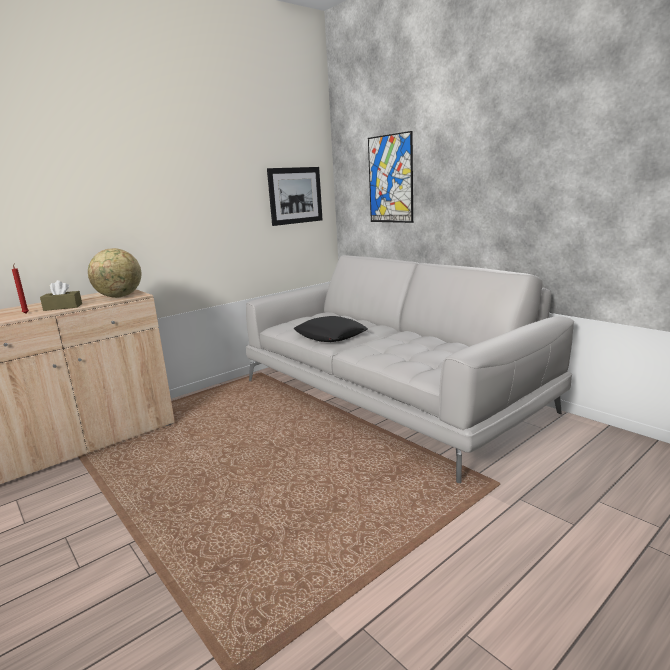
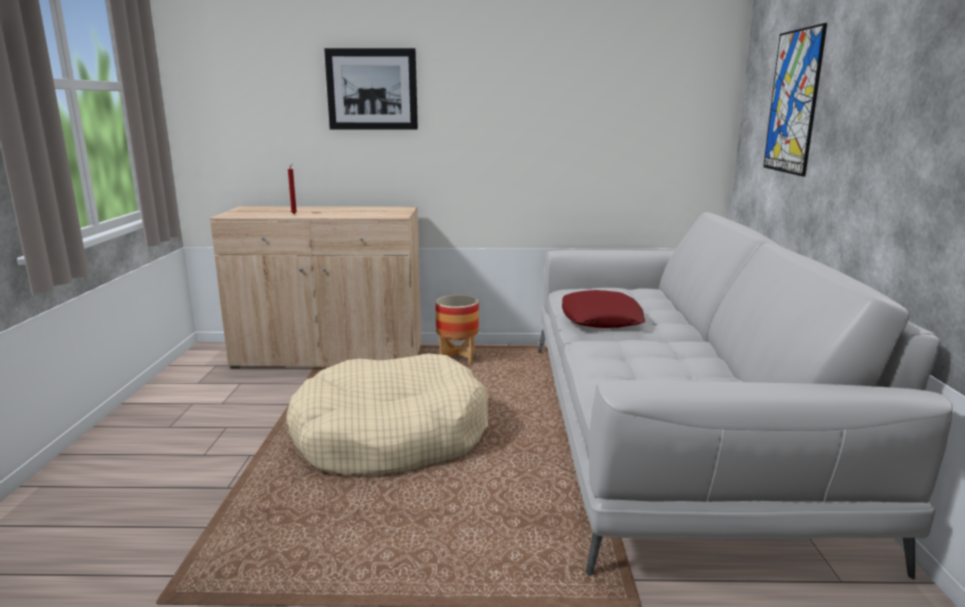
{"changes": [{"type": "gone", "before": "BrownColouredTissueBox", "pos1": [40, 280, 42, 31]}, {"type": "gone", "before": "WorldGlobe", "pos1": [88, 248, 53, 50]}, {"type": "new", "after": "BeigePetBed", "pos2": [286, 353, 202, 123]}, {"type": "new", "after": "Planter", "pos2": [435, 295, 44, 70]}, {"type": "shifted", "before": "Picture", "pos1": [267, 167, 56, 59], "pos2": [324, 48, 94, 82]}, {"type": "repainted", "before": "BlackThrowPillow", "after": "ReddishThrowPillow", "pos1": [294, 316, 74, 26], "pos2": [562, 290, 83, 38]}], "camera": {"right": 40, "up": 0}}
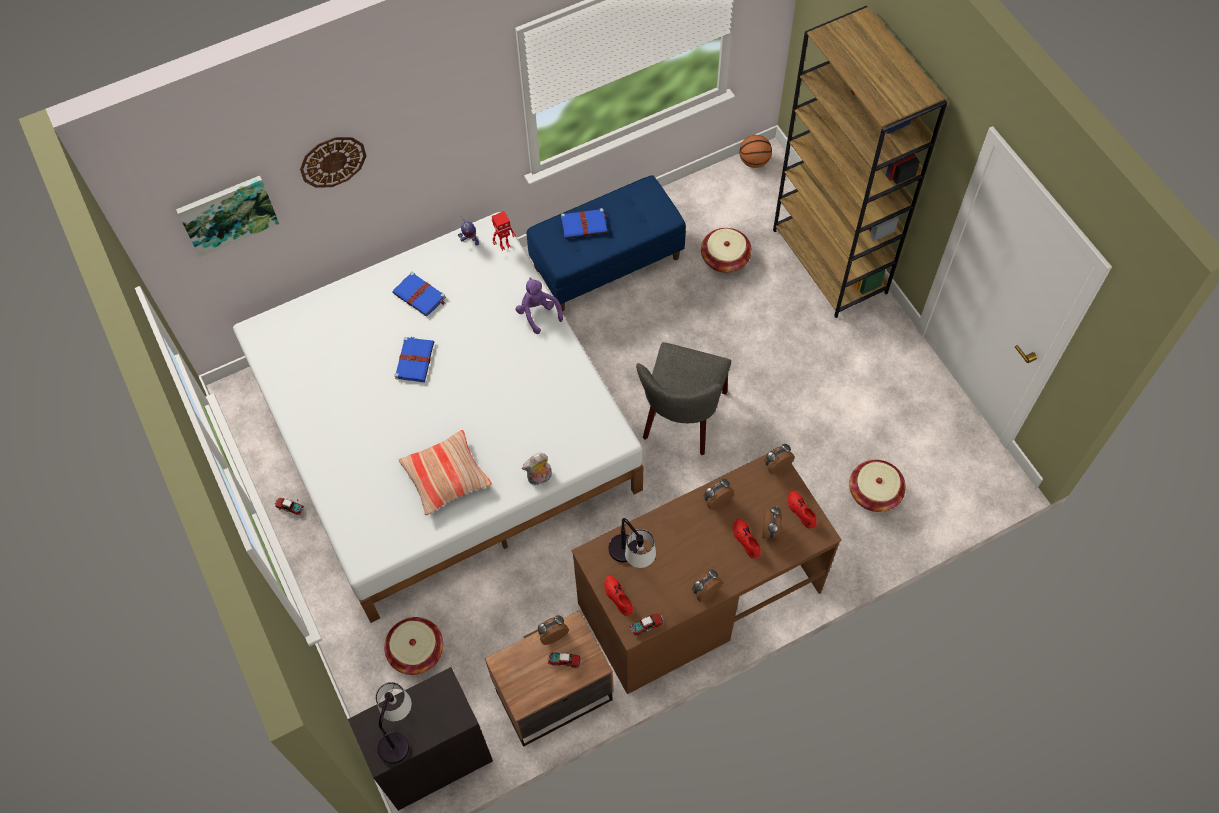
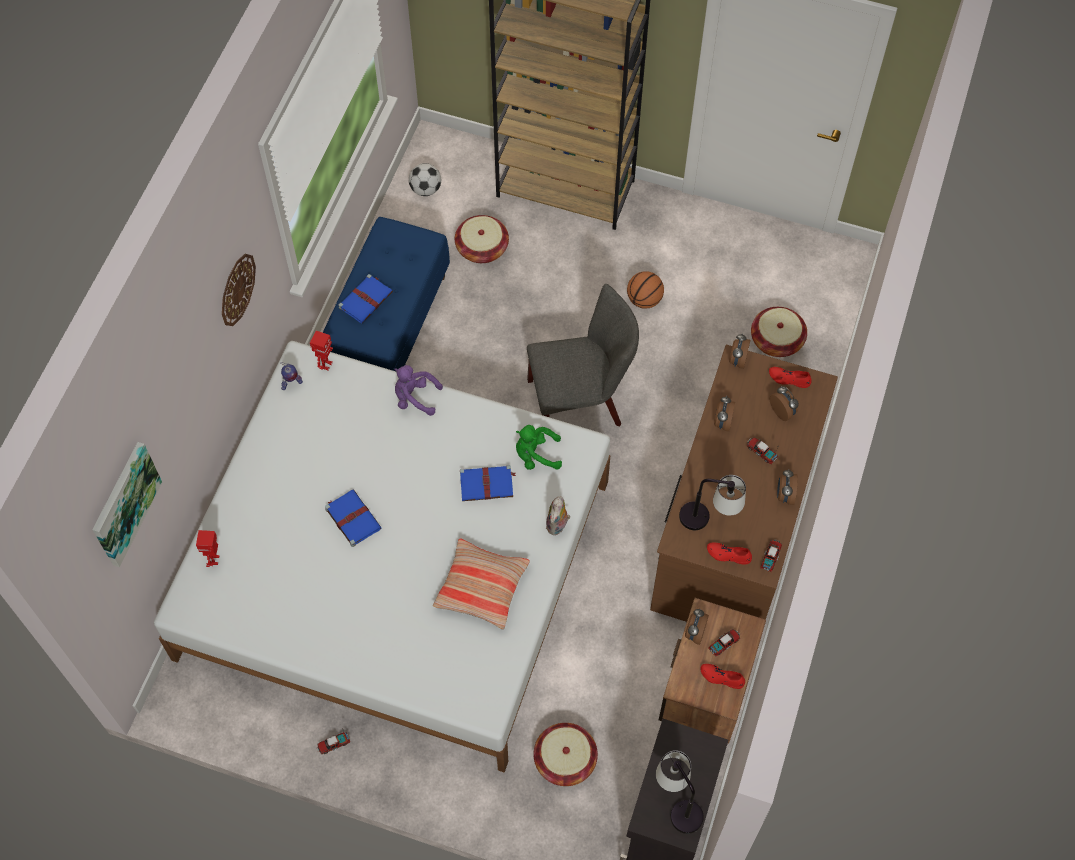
{"changes": [{"type": "new", "after": "RobotFigure", "pos2": [196, 530, 23, 37]}, {"type": "new", "after": "FootballBall", "pos2": [409, 163, 32, 33]}, {"type": "new", "after": "GreenishCuddlyToy", "pos2": [516, 425, 46, 45]}, {"type": "new", "after": "ToyTruck", "pos2": [747, 438, 31, 26]}, {"type": "shifted", "before": "HangingClock", "pos1": [300, 137, 66, 51], "pos2": [222, 254, 34, 72]}, {"type": "shifted", "before": "BlueVolume", "pos1": [392, 272, 54, 45], "pos2": [460, 465, 56, 36]}, {"type": "shifted", "before": "ReddishLowShoe", "pos1": [733, 519, 28, 39], "pos2": [700, 664, 45, 25]}, {"type": "shifted", "before": "BallForBasketball", "pos1": [739, 135, 33, 33], "pos2": [627, 271, 37, 38]}, {"type": "rotated", "before": "GreyishChair", "pos1": [636, 342, 95, 113], "pos2": [527, 284, 112, 143], "turn": -75}], "camera": {"right": -45, "up": 0}}
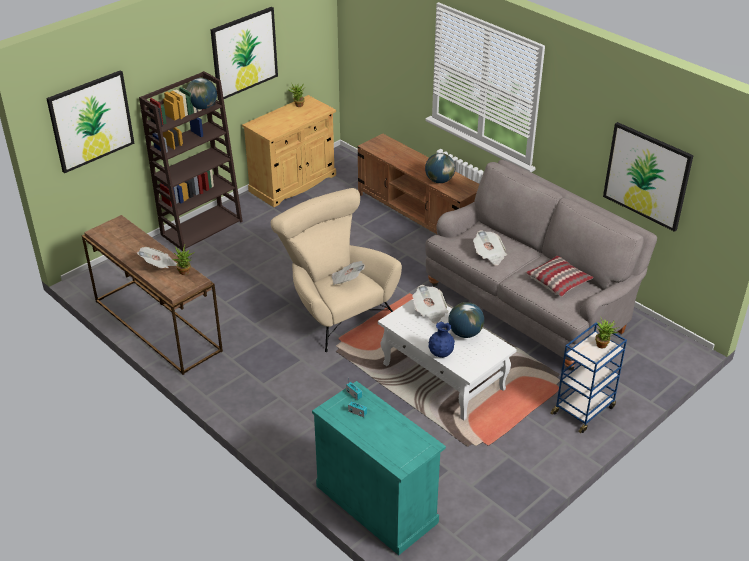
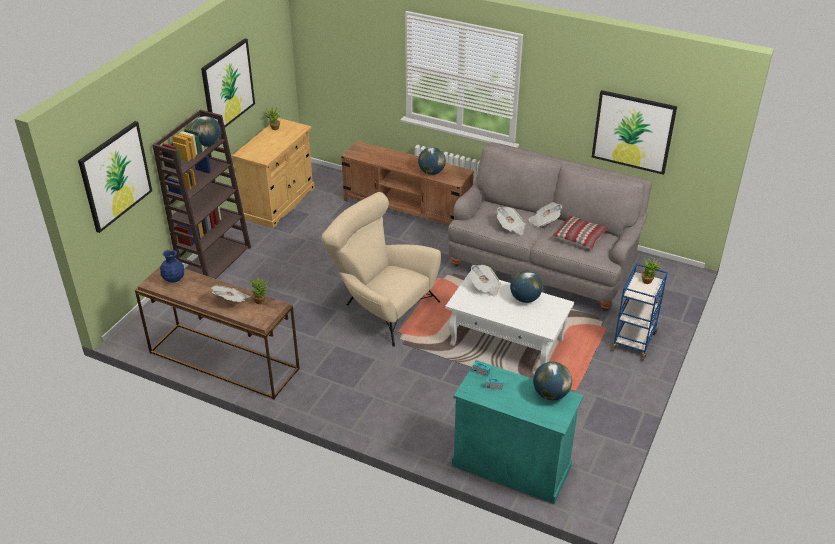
{"changes": [{"type": "new", "after": "WorldGlobe", "pos2": [533, 362, 39, 38]}, {"type": "shifted", "before": "DailyPaper", "pos1": [332, 261, 33, 24], "pos2": [528, 202, 34, 26]}, {"type": "shifted", "before": "BlueFlowerVase", "pos1": [428, 322, 27, 36], "pos2": [160, 250, 24, 33]}], "camera": {"right": -20, "up": 0}}
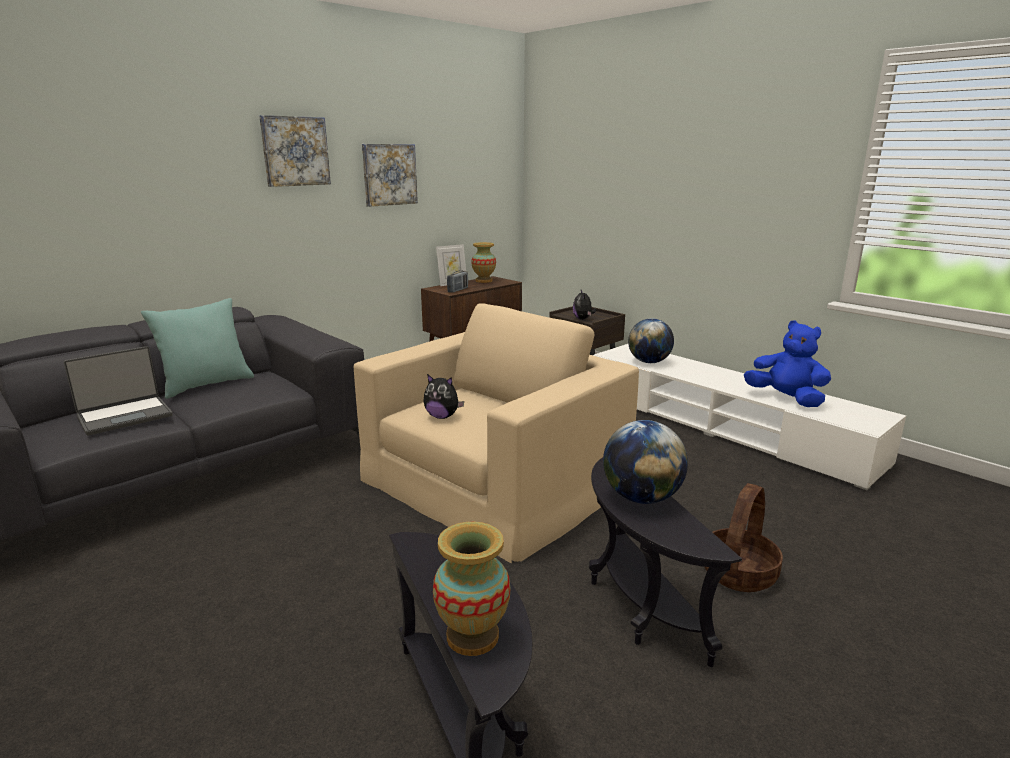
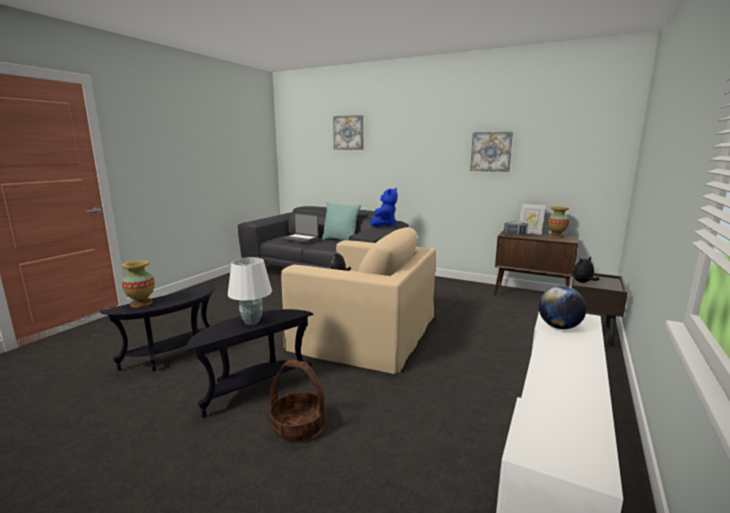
{"changes": [{"type": "shifted", "before": "Picture", "pos1": [259, 115, 72, 72], "pos2": [333, 115, 30, 35]}, {"type": "shifted", "before": "BlueCuddlyToy", "pos1": [744, 320, 87, 87], "pos2": [370, 188, 28, 39]}, {"type": "swapped", "before": "WorldGlobe", "after": "WhiteTabletopLamp", "pos1": [603, 420, 85, 84], "pos2": [228, 257, 44, 68]}], "camera": {"right": 70, "up": -5}}
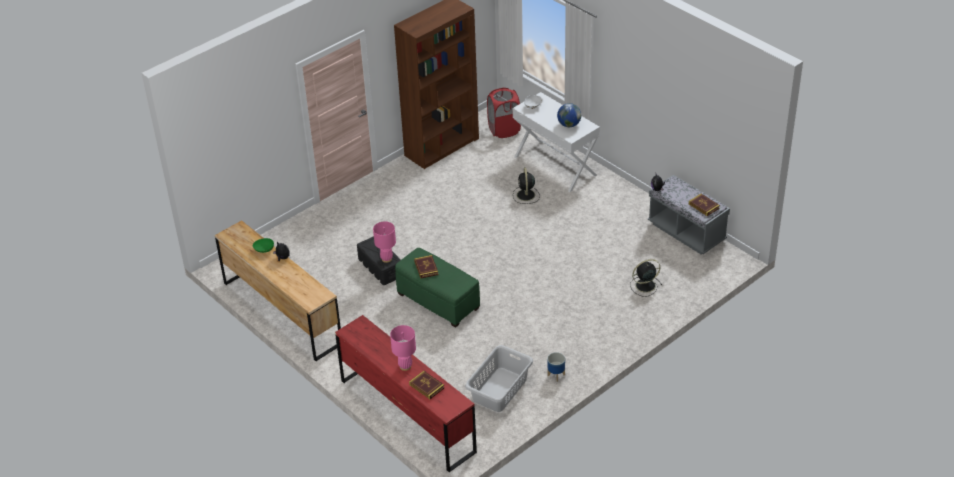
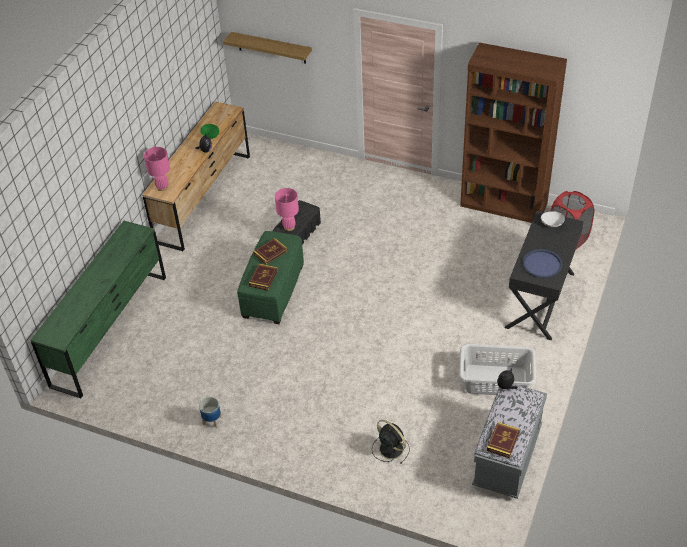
{"changes": [{"type": "gone", "before": "BlackElectricFan", "pos1": [513, 167, 27, 37]}, {"type": "new", "after": "WallShelf", "pos2": [223, 32, 89, 32]}, {"type": "shifted", "before": "PinkColouredTabletopLamp", "pos1": [390, 325, 26, 46], "pos2": [144, 147, 26, 44]}, {"type": "shifted", "before": "Volume", "pos1": [409, 371, 36, 28], "pos2": [249, 263, 29, 27]}, {"type": "shifted", "before": "GreyishLaundryBasket", "pos1": [465, 345, 68, 67], "pos2": [459, 344, 77, 51]}, {"type": "swapped", "before": "WorldGlobe", "after": "BlueTray", "pos1": [557, 103, 24, 24], "pos2": [522, 249, 41, 29]}, {"type": "repainted", "before": "ReddishDrawerChest", "after": "GreenishDrawerChest", "pos1": [335, 315, 142, 158], "pos2": [30, 221, 136, 178]}, {"type": "repainted", "before": "WhiteDeskTable", "after": "BlackDeskTable", "pos1": [512, 92, 88, 100], "pos2": [505, 211, 79, 130]}], "camera": {"right": 65, "up": 5}}
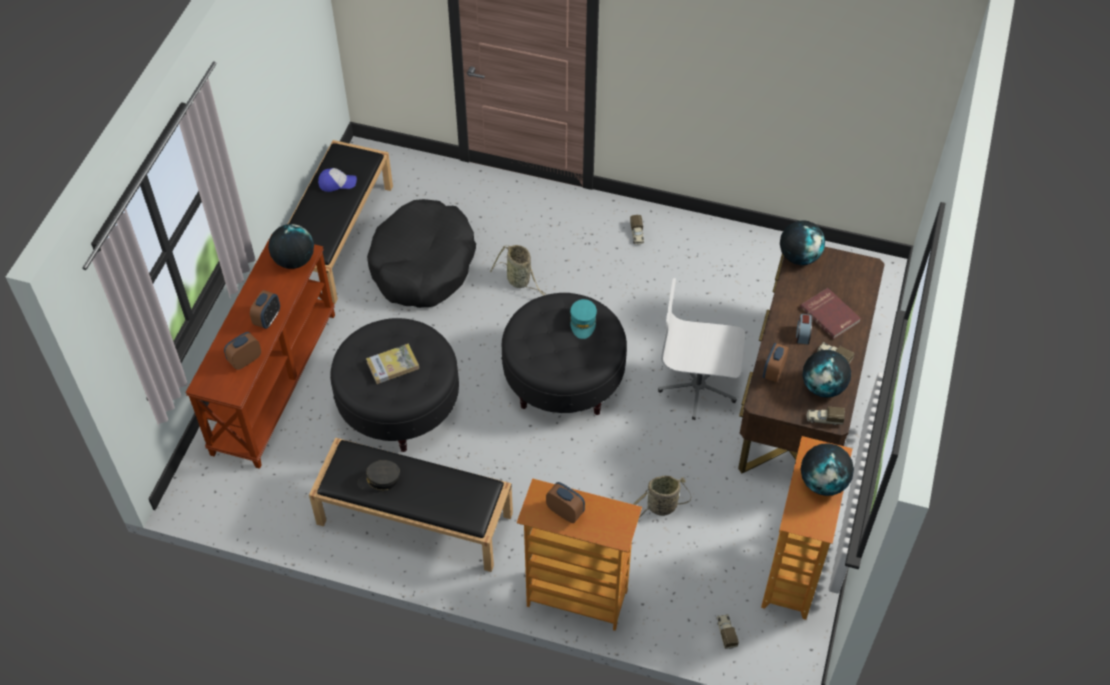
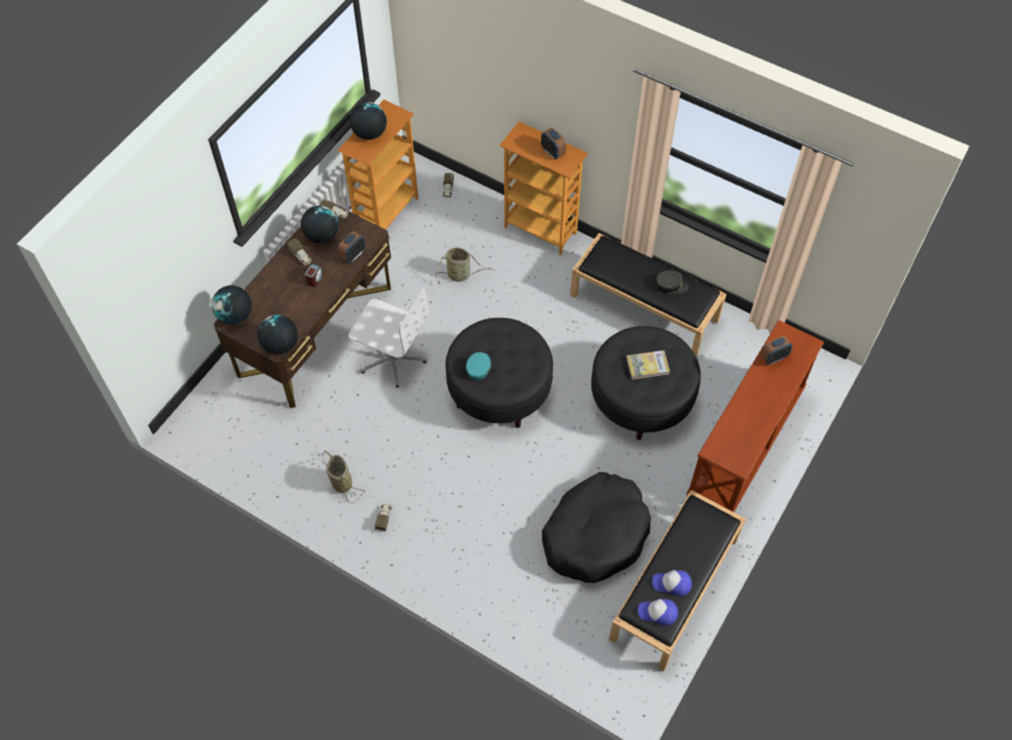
{"changes": [{"type": "gone", "before": "BedsideClock", "pos1": [250, 290, 30, 39]}, {"type": "gone", "before": "ReddishVolume", "pos1": [800, 288, 61, 51]}, {"type": "new", "after": "PeakedCap", "pos2": [638, 599, 40, 27]}, {"type": "shifted", "before": "WorldGlobe", "pos1": [268, 224, 46, 45], "pos2": [212, 285, 40, 40]}, {"type": "shifted", "before": "HouseholdBasket", "pos1": [490, 245, 57, 50], "pos2": [322, 451, 44, 52]}], "camera": {"right": -165, "up": 5}}
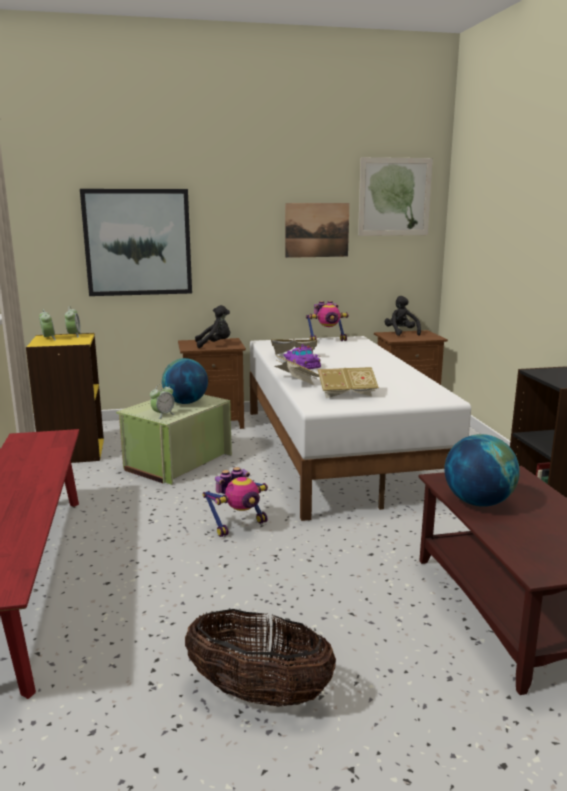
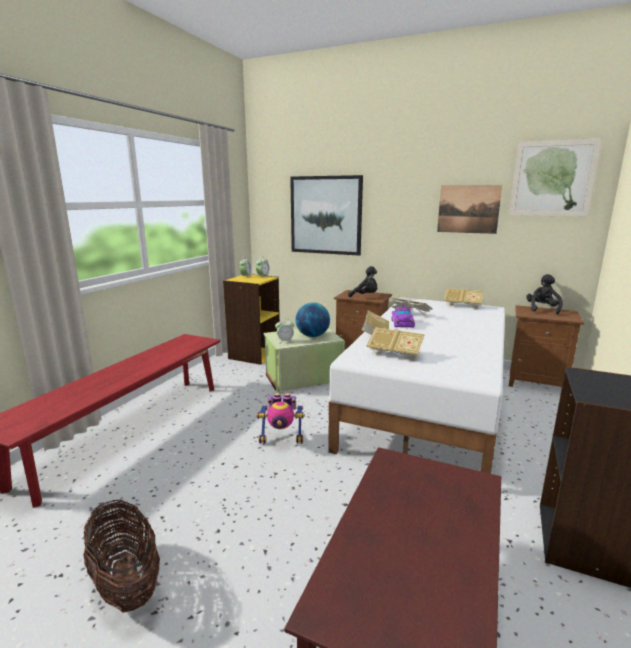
{"changes": [{"type": "gone", "before": "WorldGlobe", "pos1": [444, 434, 76, 73]}, {"type": "swapped", "before": "RobotFigure", "after": "Volume", "pos1": [306, 301, 43, 40], "pos2": [443, 288, 40, 21]}], "camera": {"right": 35, "up": 0}}
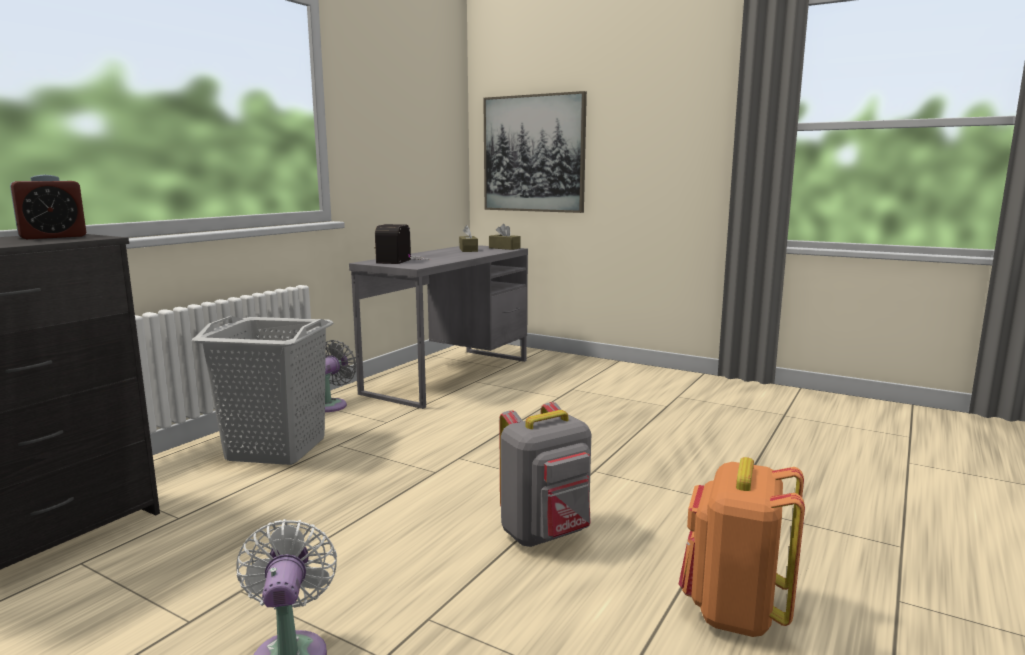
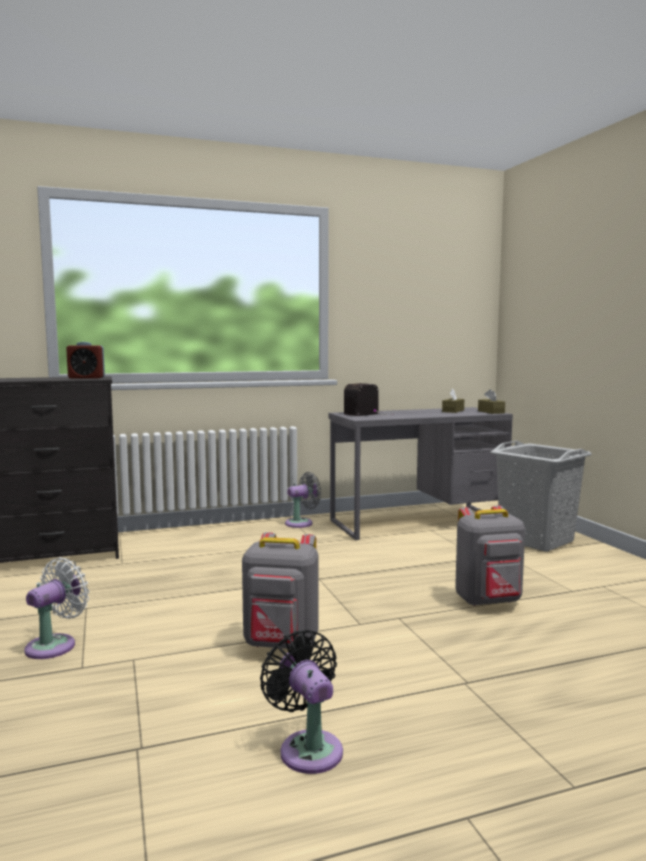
{"changes": [{"type": "gone", "before": "Picture", "pos1": [483, 91, 104, 122]}, {"type": "new", "after": "GreyishKnapsack", "pos2": [455, 505, 70, 101]}, {"type": "shifted", "before": "GreyishLaundryBasket", "pos1": [192, 316, 141, 149], "pos2": [490, 440, 102, 112]}, {"type": "swapped", "before": "OrangeKnapsack", "after": "BlackElectricFan", "pos1": [679, 457, 126, 180], "pos2": [260, 630, 83, 144]}], "camera": {"right": 40, "up": -5}}
